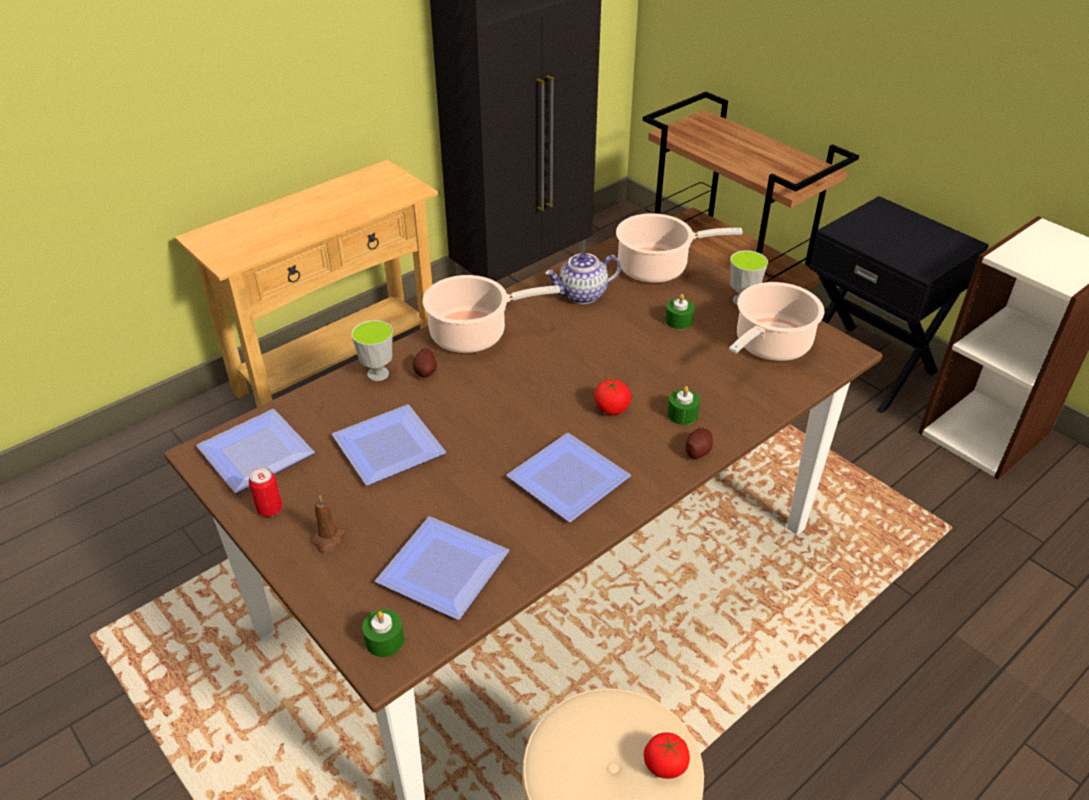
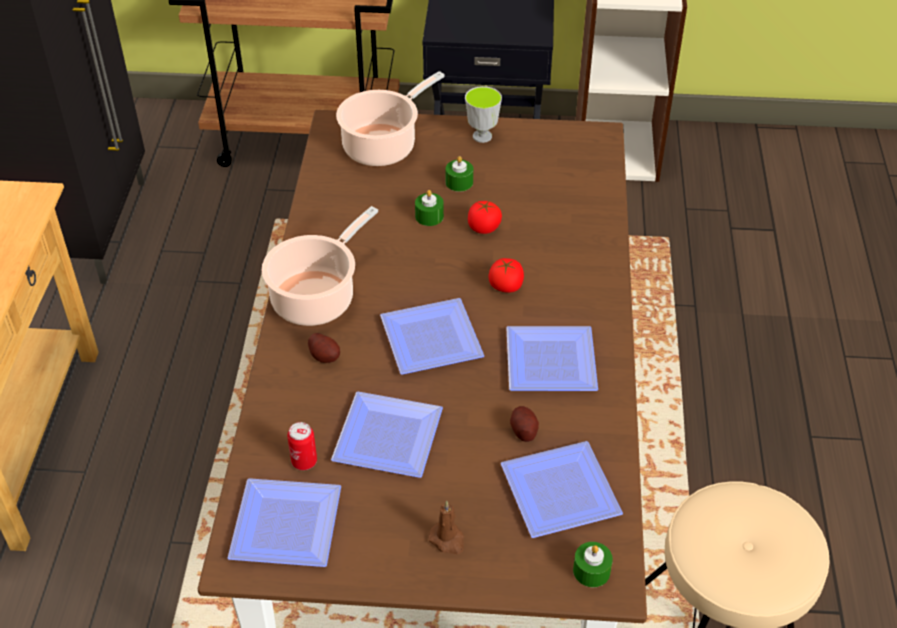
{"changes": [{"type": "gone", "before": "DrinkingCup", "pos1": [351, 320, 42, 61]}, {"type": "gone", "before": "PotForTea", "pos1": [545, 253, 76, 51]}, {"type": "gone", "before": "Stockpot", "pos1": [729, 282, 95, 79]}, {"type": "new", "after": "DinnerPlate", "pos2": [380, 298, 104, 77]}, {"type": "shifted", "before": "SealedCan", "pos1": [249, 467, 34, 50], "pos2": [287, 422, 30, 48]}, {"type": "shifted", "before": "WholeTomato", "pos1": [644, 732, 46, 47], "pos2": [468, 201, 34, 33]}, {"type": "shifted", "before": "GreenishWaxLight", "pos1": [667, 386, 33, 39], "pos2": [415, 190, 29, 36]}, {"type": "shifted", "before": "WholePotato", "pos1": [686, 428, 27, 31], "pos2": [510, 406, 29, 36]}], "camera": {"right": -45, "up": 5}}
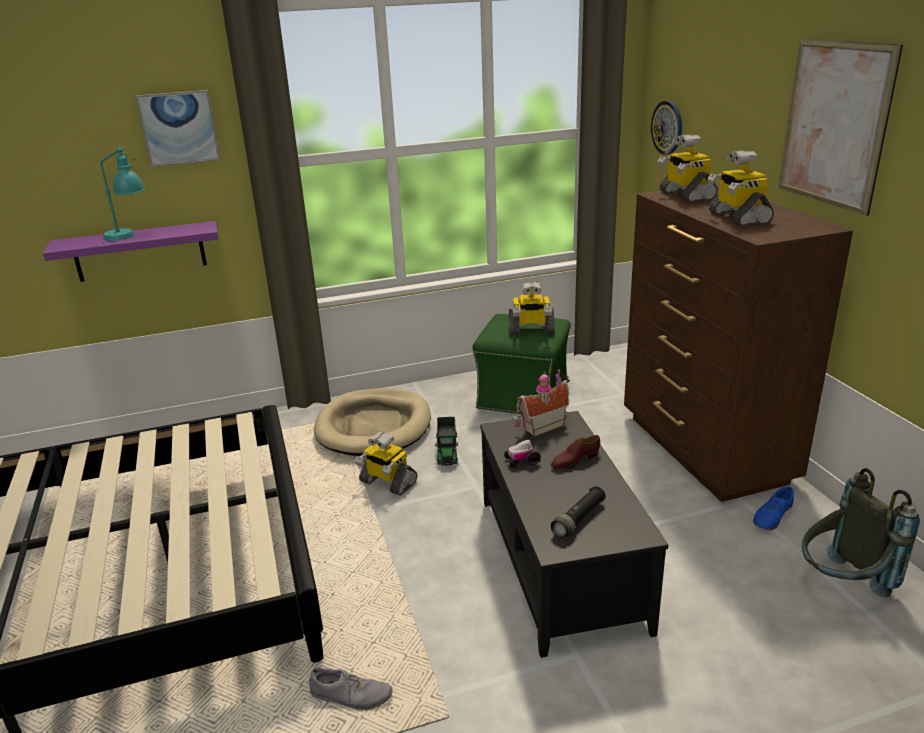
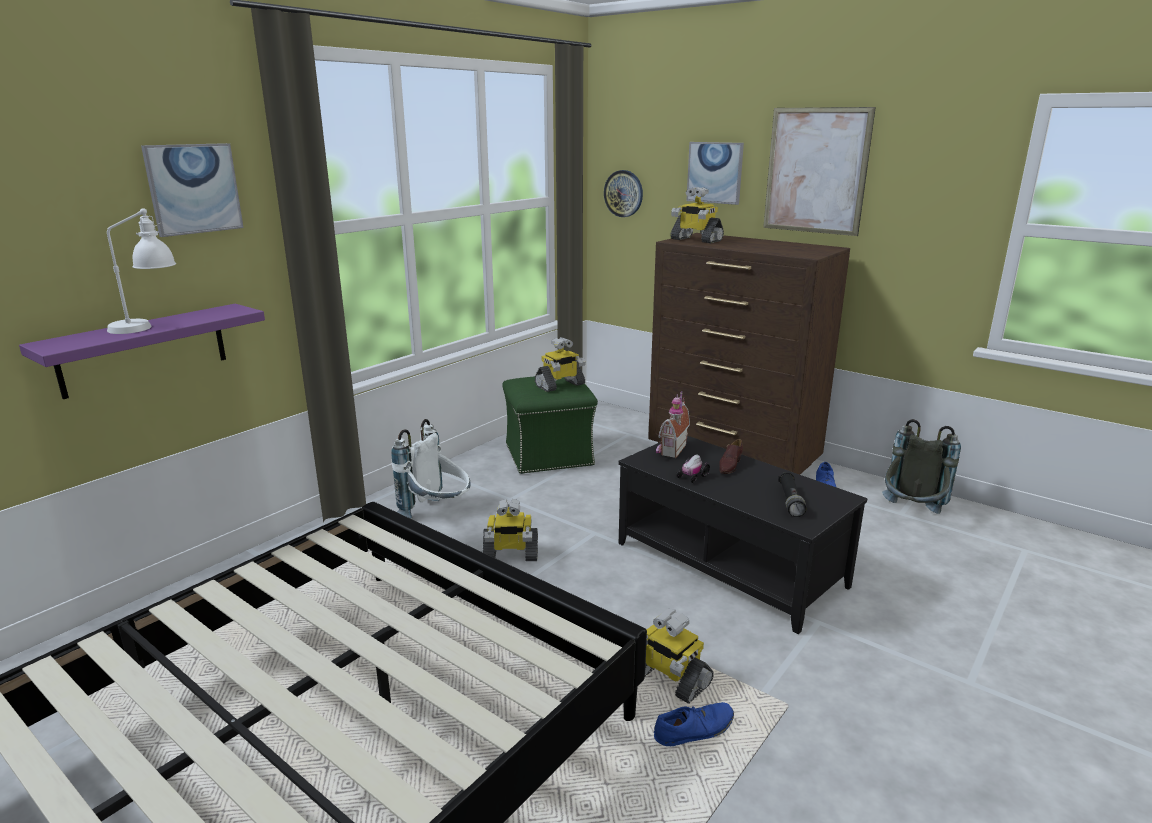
{"changes": [{"type": "gone", "before": "ToyTruck", "pos1": [435, 417, 23, 49]}, {"type": "new", "after": "Picture", "pos2": [686, 142, 58, 63]}, {"type": "shifted", "before": "RobotFigure", "pos1": [707, 150, 67, 77], "pos2": [645, 609, 69, 95]}, {"type": "swapped", "before": "BeigePetBed", "after": "WhiteKnapsack", "pos1": [314, 388, 117, 69], "pos2": [391, 419, 80, 99]}, {"type": "repainted", "before": "TurquoiseTabletopLamp", "after": "WhiteTabletopLamp", "pos1": [100, 148, 45, 93], "pos2": [107, 208, 69, 126]}, {"type": "repainted", "before": "GreyishLowShoe", "after": "BlueLowShoe", "pos1": [309, 668, 84, 42], "pos2": [654, 702, 80, 44]}], "camera": {"right": -35, "up": -5}}
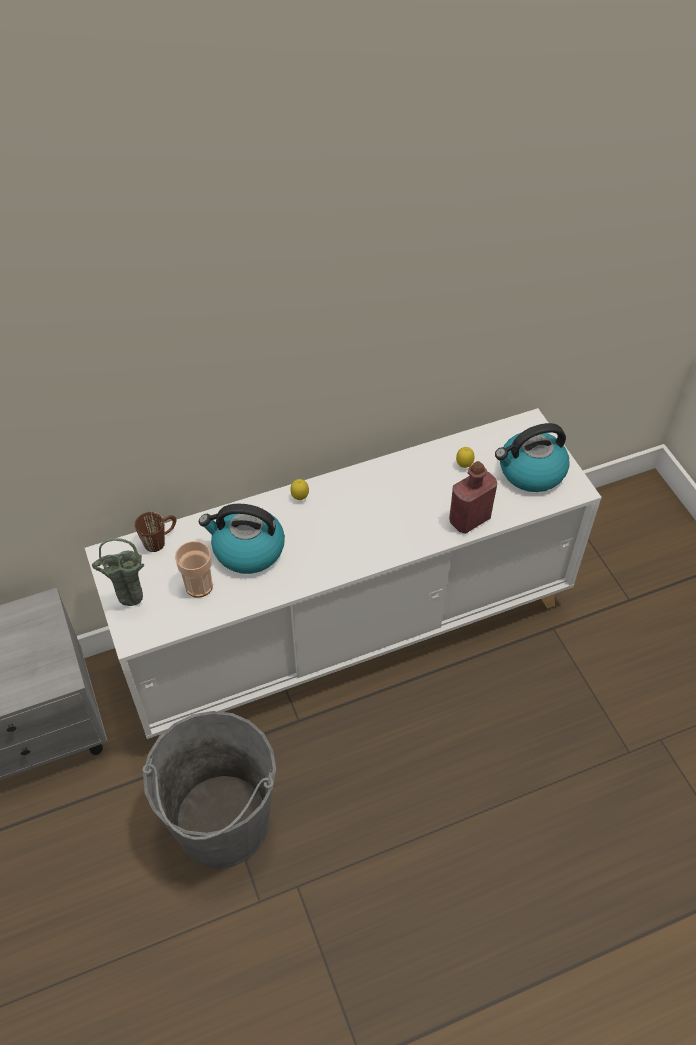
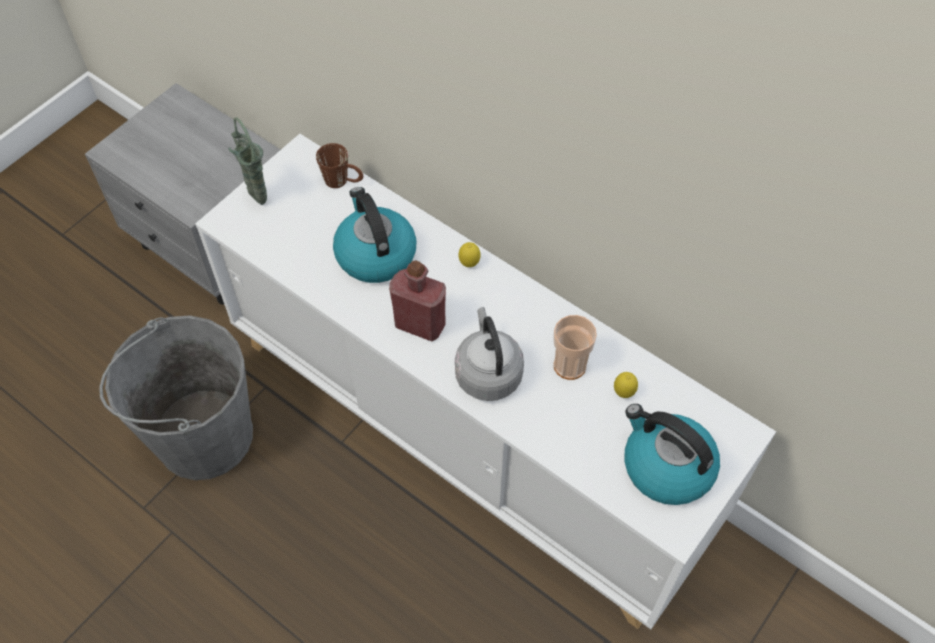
{"changes": [{"type": "new", "after": "GreyishWaterKettle", "pos2": [455, 307, 69, 94]}, {"type": "shifted", "before": "DrinkingCup", "pos1": [175, 541, 38, 57], "pos2": [553, 315, 44, 65]}, {"type": "shifted", "before": "ReddishBottle", "pos1": [449, 461, 48, 73], "pos2": [389, 261, 57, 81]}], "camera": {"right": 60, "up": 5}}
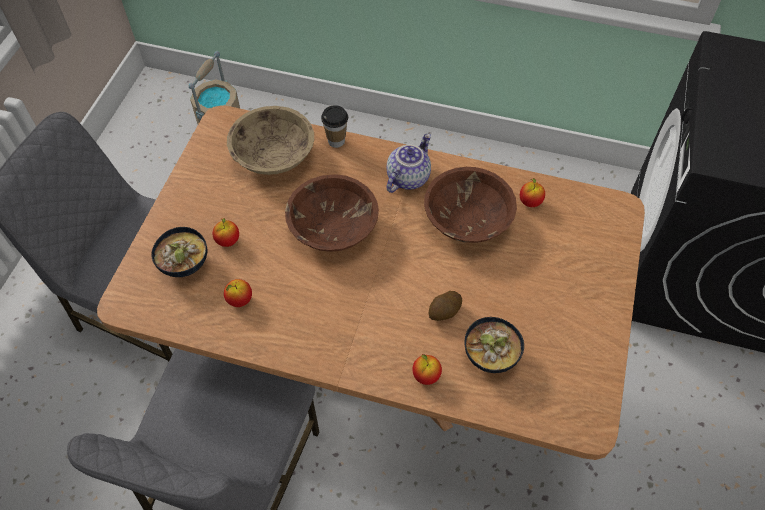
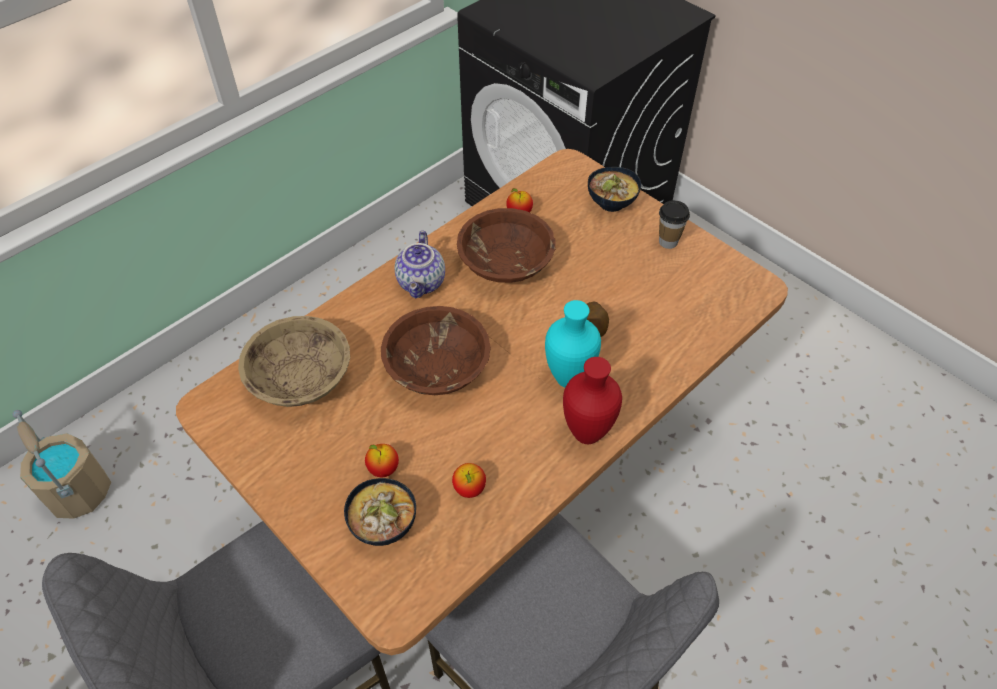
{"changes": [{"type": "gone", "before": "Apple", "pos1": [413, 354, 29, 31]}, {"type": "new", "after": "TurquoiseFlowerVase", "pos2": [545, 300, 56, 88]}, {"type": "new", "after": "ReddishFlowerVase", "pos2": [563, 357, 59, 87]}, {"type": "shifted", "before": "DrinkingCup", "pos1": [321, 105, 27, 43], "pos2": [659, 200, 31, 49]}, {"type": "shifted", "before": "ServingBowl", "pos1": [464, 317, 60, 56], "pos2": [588, 167, 53, 45]}, {"type": "rotated", "before": "PotForTea", "pos1": [386, 134, 45, 59], "pos2": [395, 230, 50, 68], "turn": -150}], "camera": {"right": -60, "up": -5}}
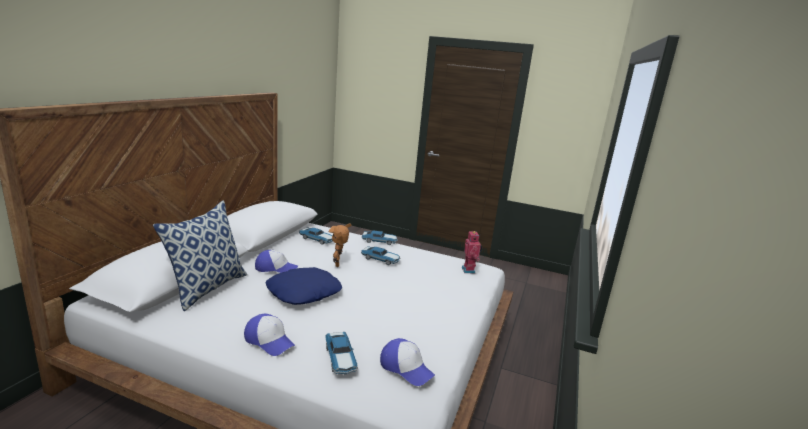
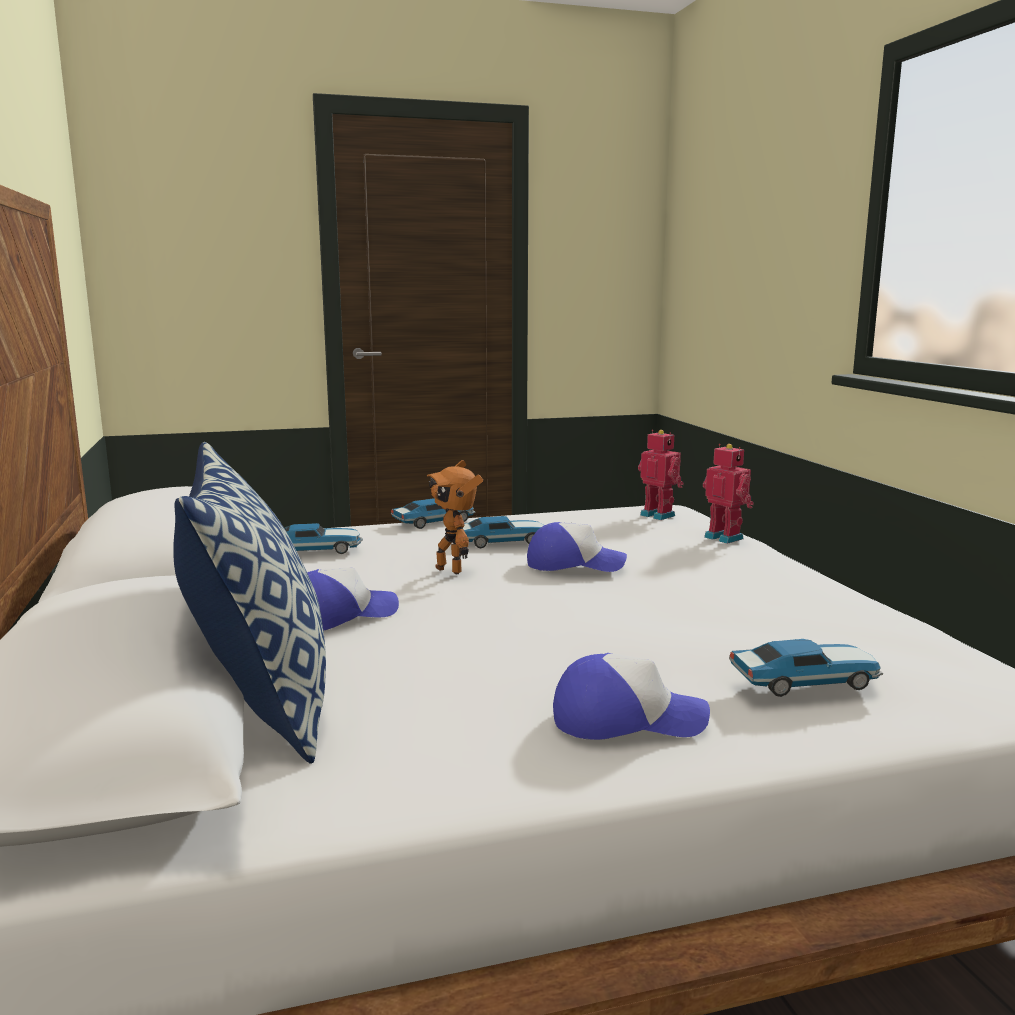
{"changes": [{"type": "gone", "before": "BlueThrowPillow", "pos1": [266, 267, 76, 38]}, {"type": "new", "after": "RobotFigure", "pos2": [703, 444, 51, 100]}, {"type": "shifted", "before": "PeakedCap", "pos1": [380, 338, 55, 48], "pos2": [527, 522, 100, 50]}, {"type": "rotated", "before": "MiniatureCar", "pos1": [325, 332, 33, 42], "pos2": [729, 639, 154, 58], "turn": -45}], "camera": {"right": -35, "up": -5}}
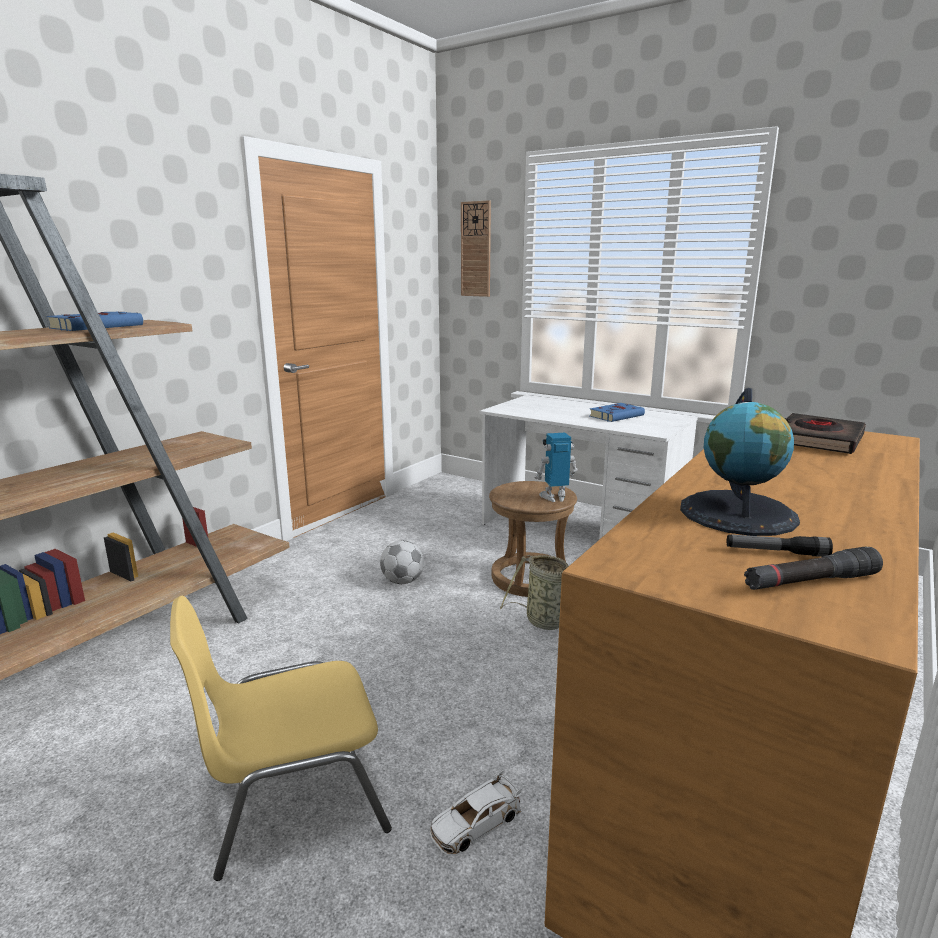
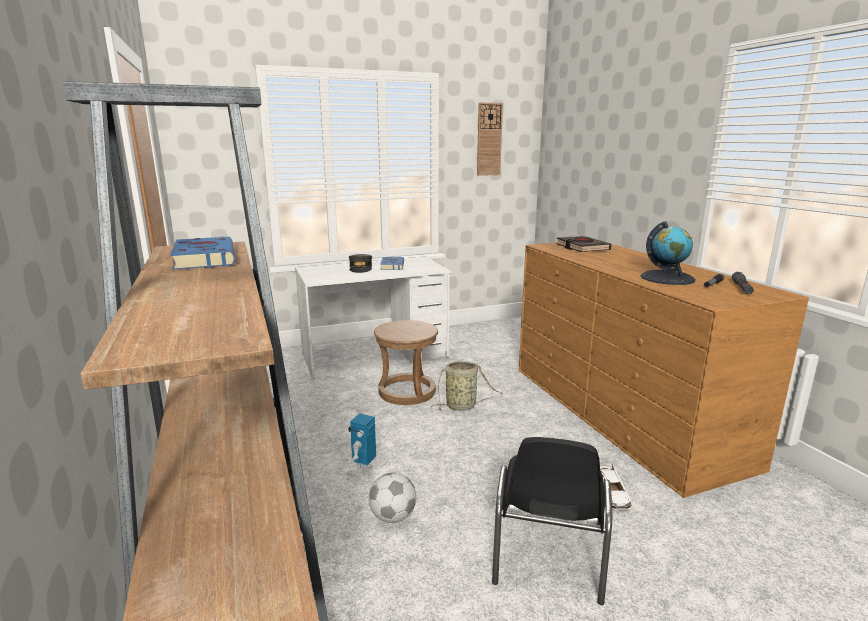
{"changes": [{"type": "new", "after": "GreyishPeakedCap", "pos2": [349, 254, 23, 19]}, {"type": "shifted", "before": "FootballBall", "pos1": [380, 540, 44, 44], "pos2": [369, 472, 47, 51]}, {"type": "shifted", "before": "HangingClock", "pos1": [461, 200, 30, 97], "pos2": [477, 103, 26, 73]}, {"type": "shifted", "before": "RobotFigure", "pos1": [534, 433, 44, 69], "pos2": [346, 413, 30, 64]}, {"type": "repainted", "before": "YellowChair", "after": "BlackChair", "pos1": [170, 596, 222, 285], "pos2": [492, 437, 120, 168]}], "camera": {"right": -55, "up": 0}}
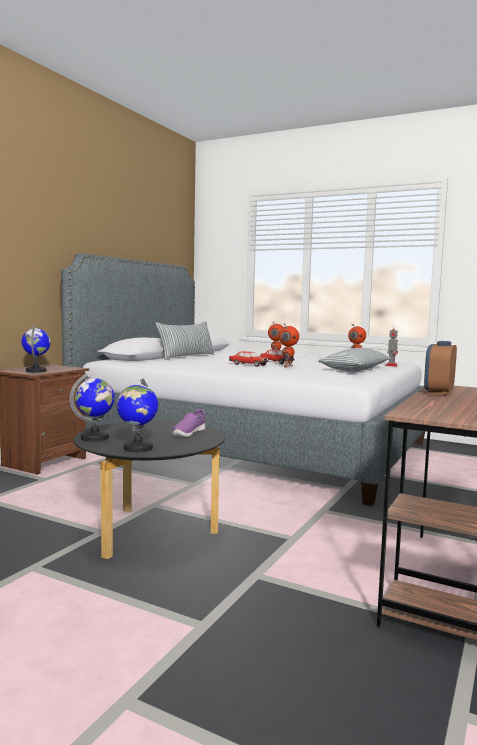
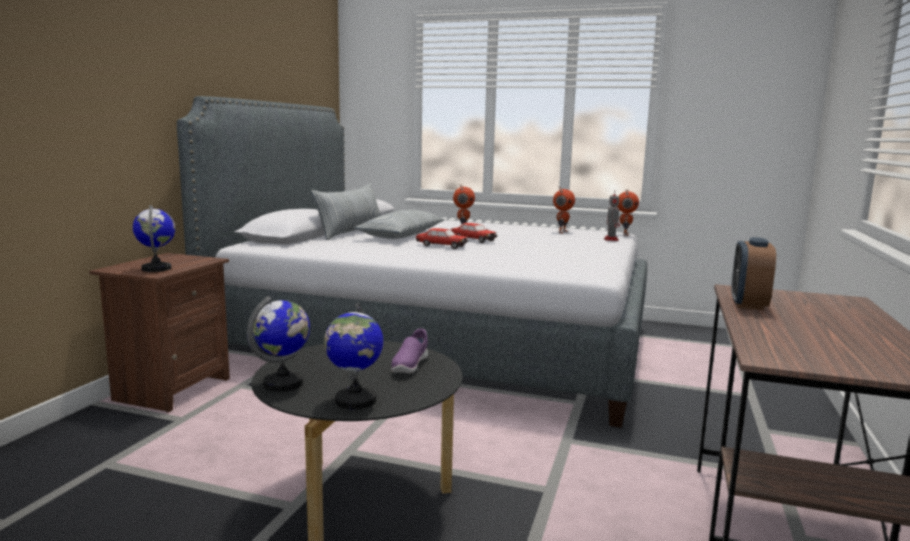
{"changes": [{"type": "shifted", "before": "RobotFigure", "pos1": [279, 323, 20, 44], "pos2": [617, 189, 22, 47]}, {"type": "shifted", "before": "ThrowPillow", "pos1": [318, 348, 73, 24], "pos2": [354, 209, 91, 30]}], "camera": {"right": -10, "up": 5}}
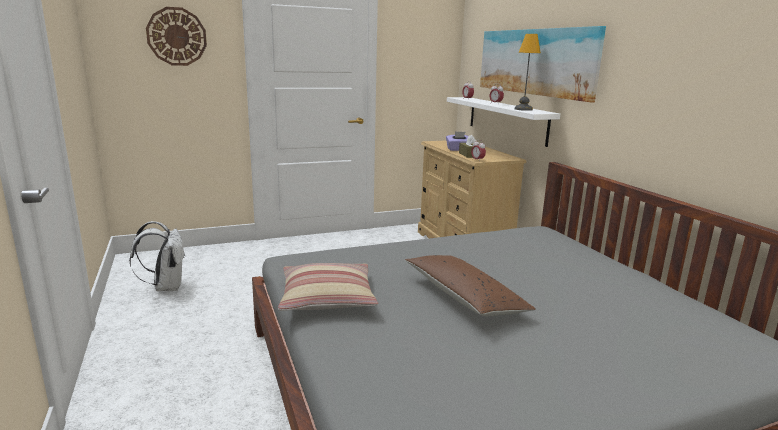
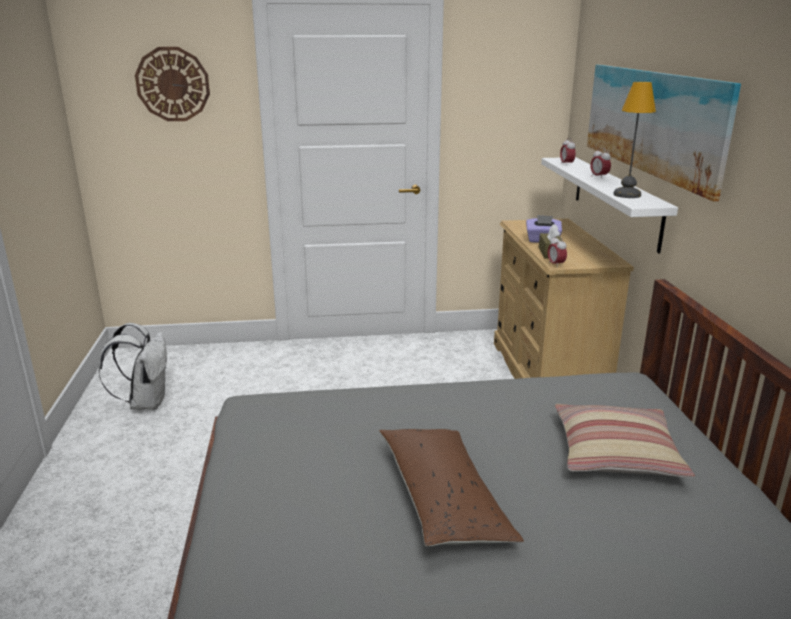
{"changes": [{"type": "shifted", "before": "ThrowPillow", "pos1": [278, 263, 100, 48], "pos2": [555, 404, 140, 74]}], "camera": {"right": 15, "up": 5}}
